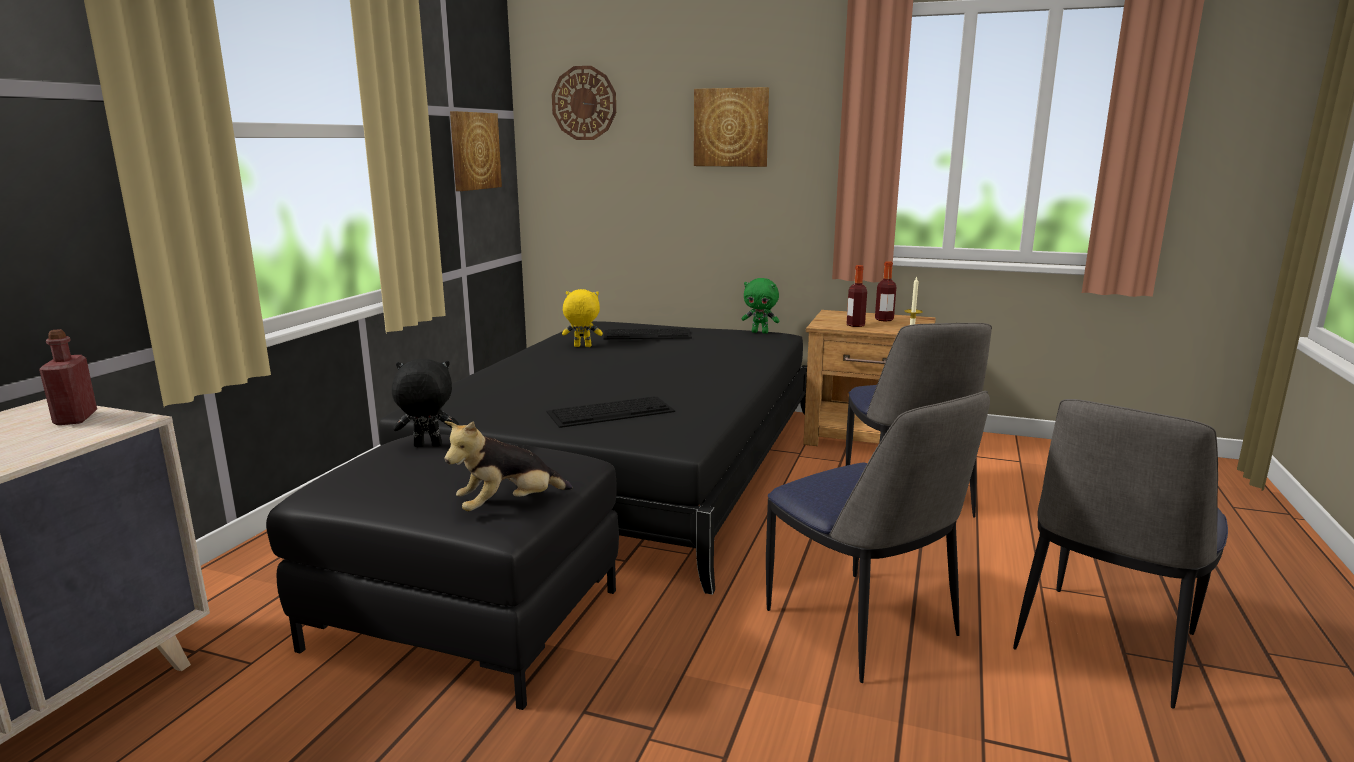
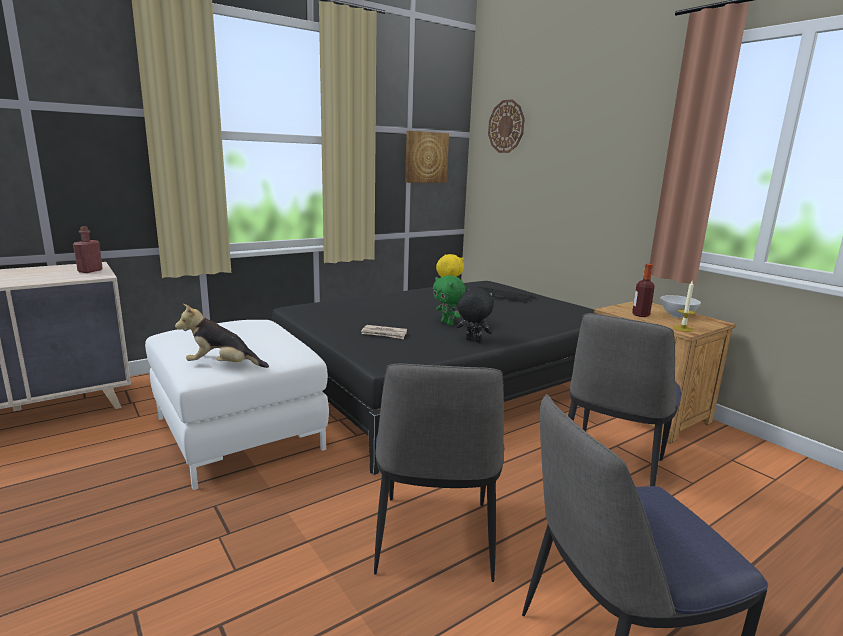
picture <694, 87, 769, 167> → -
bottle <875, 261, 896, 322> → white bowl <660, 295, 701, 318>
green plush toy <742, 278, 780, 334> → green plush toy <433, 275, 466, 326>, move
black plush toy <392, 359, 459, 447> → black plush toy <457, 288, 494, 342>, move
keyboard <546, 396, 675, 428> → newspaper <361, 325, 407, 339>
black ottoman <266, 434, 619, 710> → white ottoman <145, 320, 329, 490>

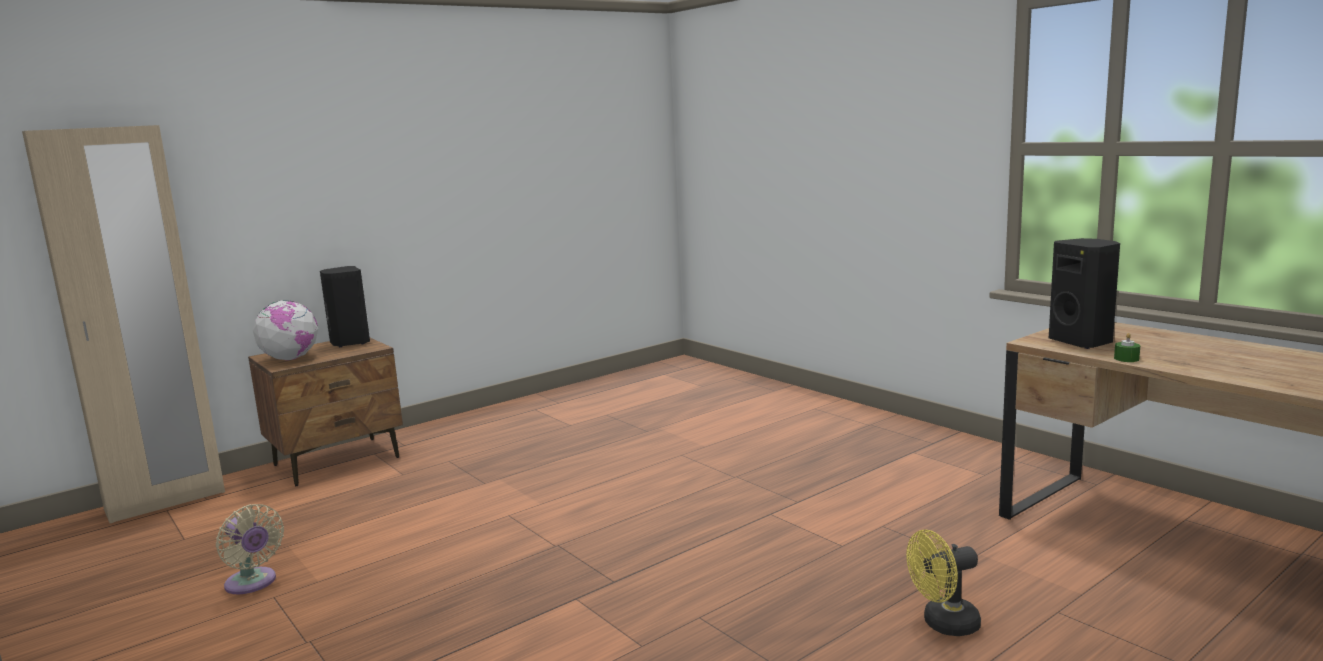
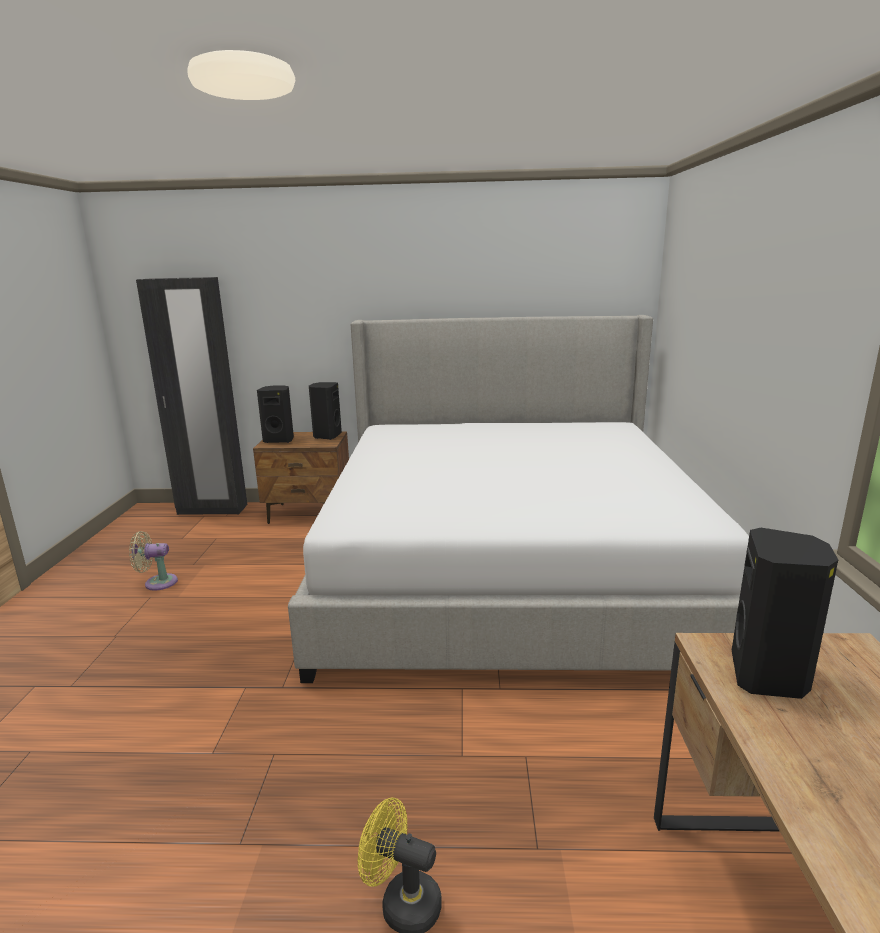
beige wardrobe <22, 125, 225, 523> → black wardrobe <136, 277, 247, 515>
globe <253, 300, 318, 360> → black speaker <257, 386, 294, 443>
green candle <1114, 333, 1140, 362> → -
beige fan <216, 504, 284, 594> → beige fan <129, 531, 178, 590>, 90 degrees clockwise
- → bed <288, 315, 749, 683>

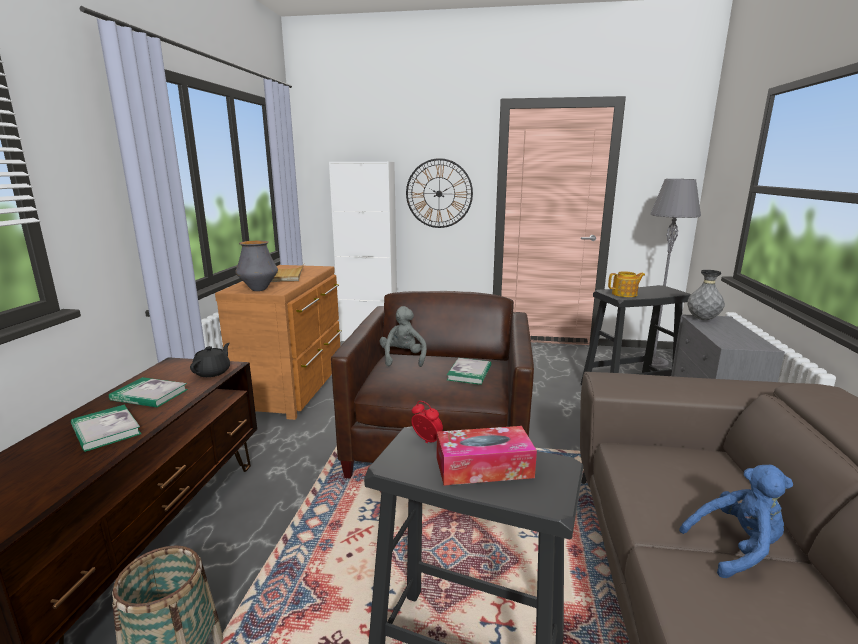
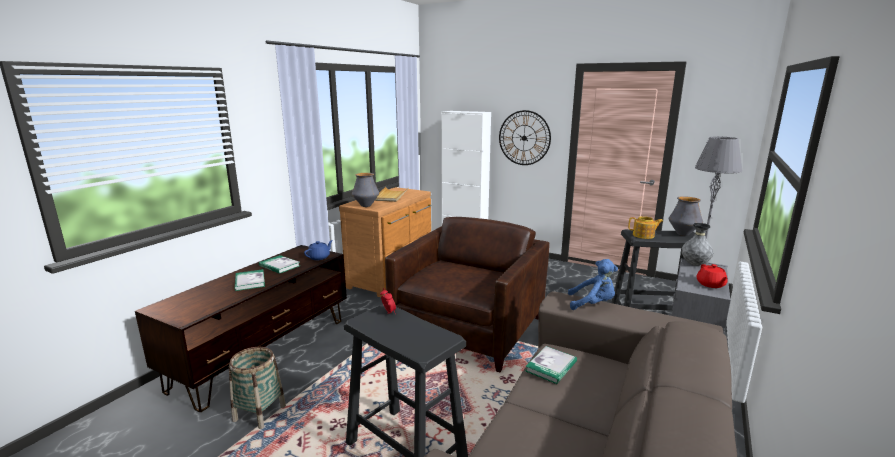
grey plush toy <380, 306, 427, 367> → -
black teapot <190, 343, 230, 377> → blue teapot <304, 240, 333, 260>
book <447, 358, 491, 385> → book <525, 346, 577, 384>, move
tissue box <437, 426, 537, 486> → -
blue plush toy <679, 465, 793, 578> → blue plush toy <568, 259, 618, 310>, move
- → vase <669, 196, 703, 236>
- → red teapot <697, 264, 728, 288>

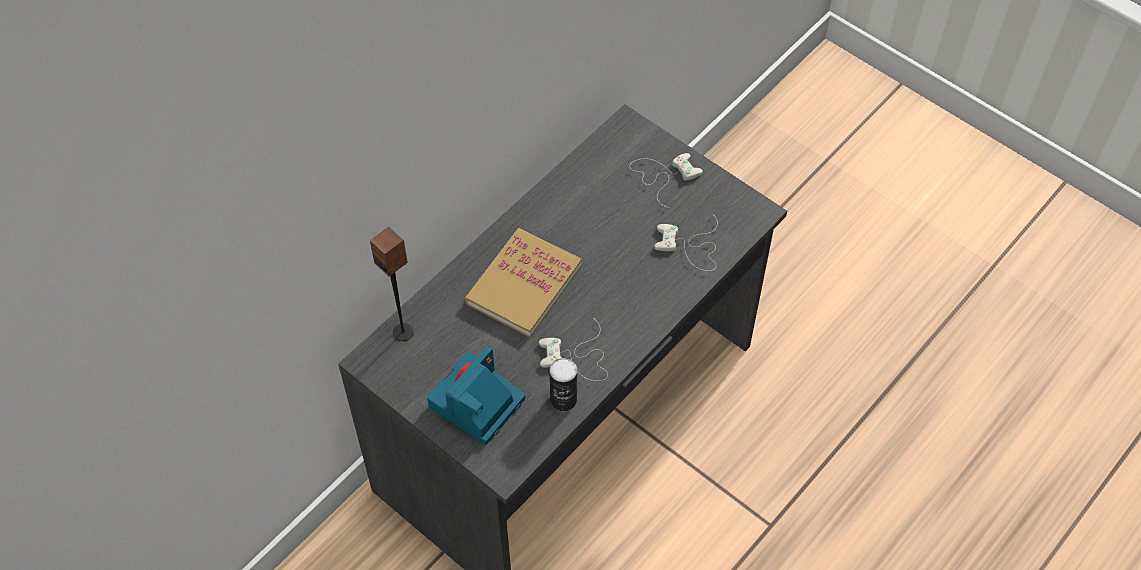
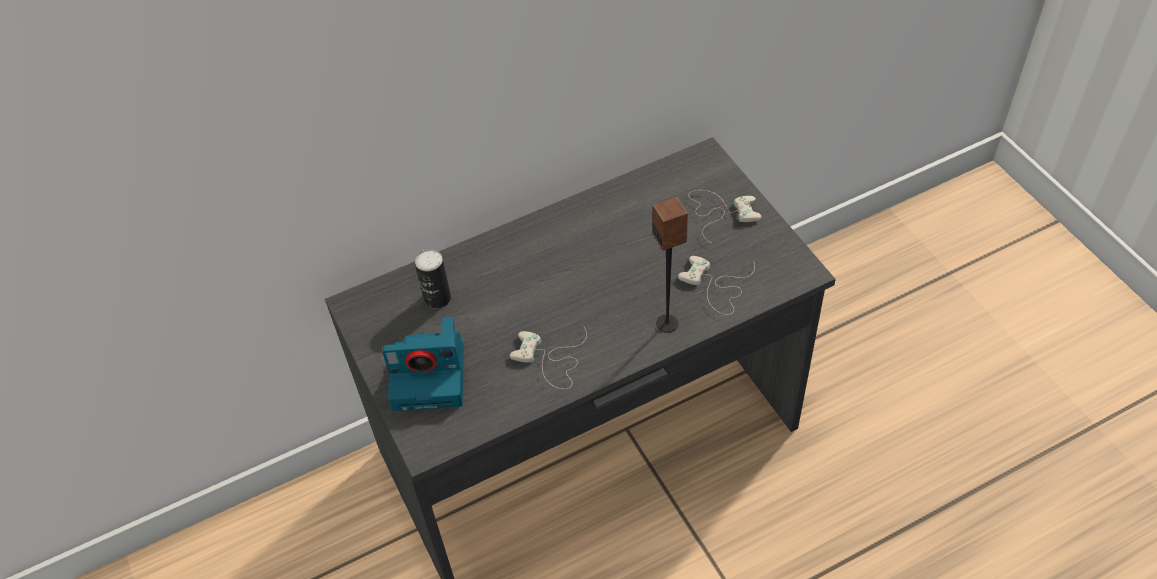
speaker <370, 227, 414, 341> → speaker <652, 197, 688, 333>, move
book <465, 228, 582, 338> → -
photo camera <427, 346, 525, 445> → photo camera <382, 317, 463, 411>, 150 degrees counterclockwise
can <550, 358, 577, 411> → can <415, 249, 451, 309>, move

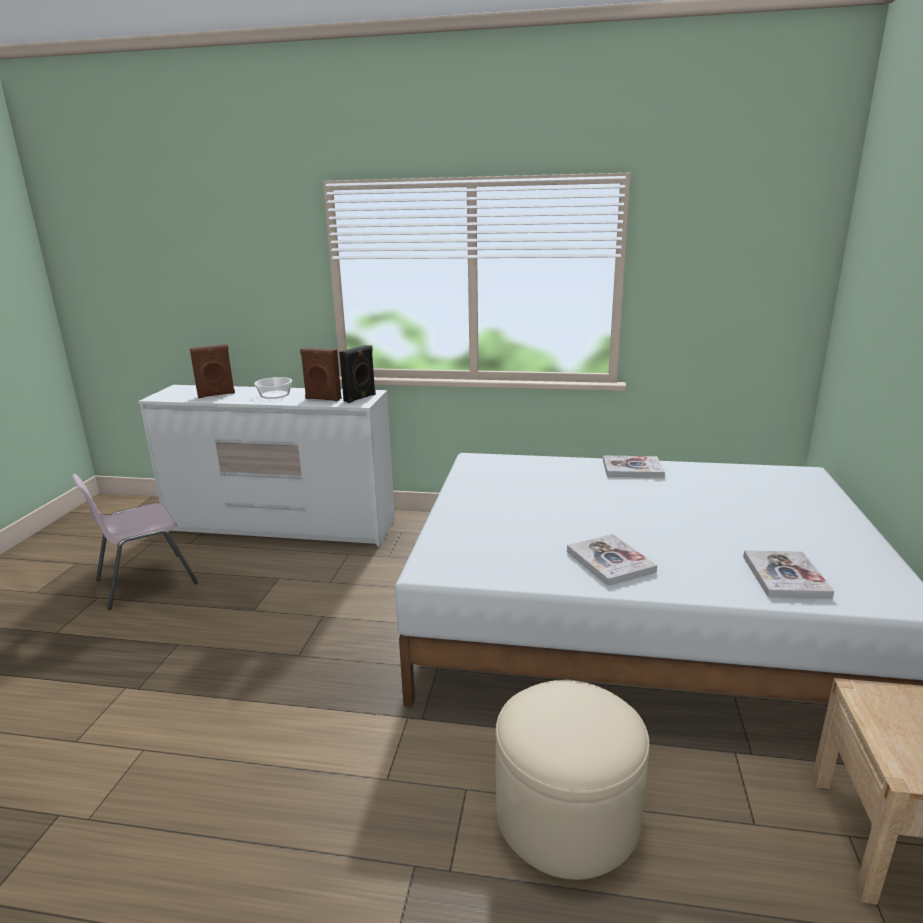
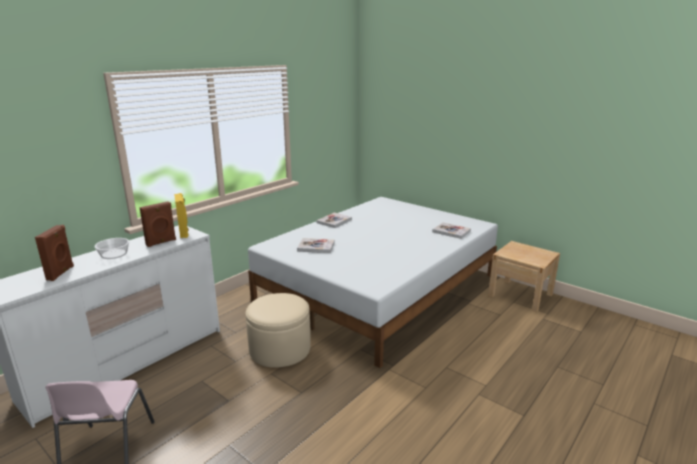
black speaker <339, 345, 376, 403> → yellow speaker <174, 193, 189, 238>
book <567, 534, 657, 586> → book <297, 238, 335, 253>, move
beige ottoman <495, 680, 650, 880> → beige ottoman <245, 293, 311, 368>, move

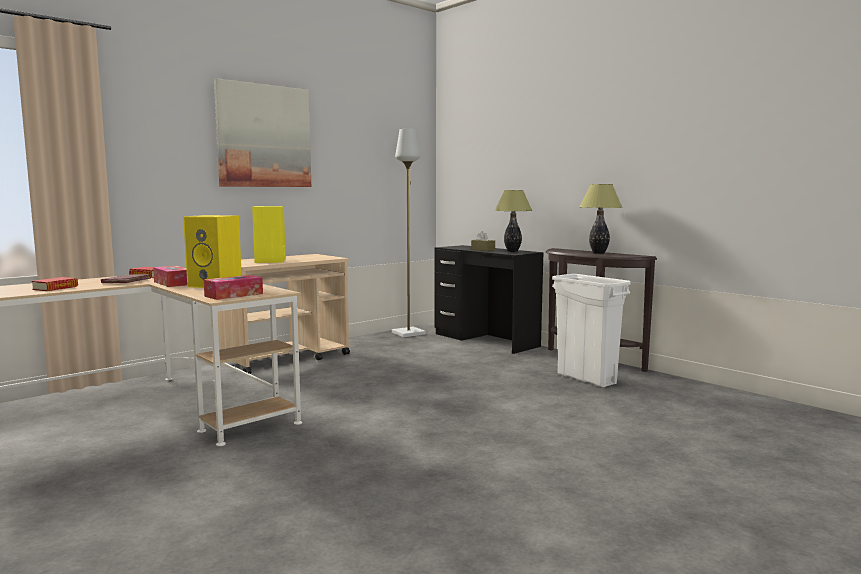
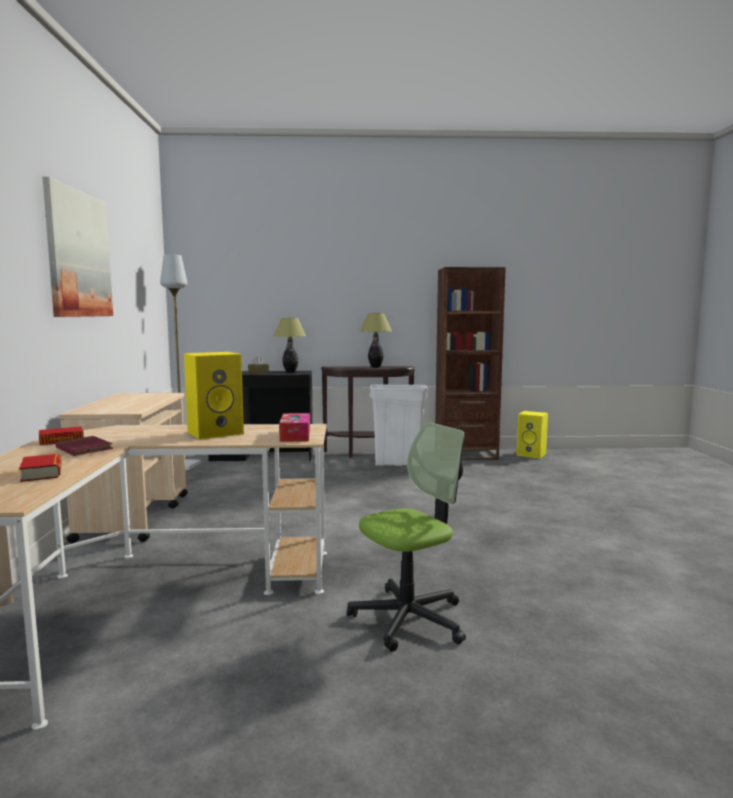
yellow speaker <252, 206, 286, 263> → yellow speaker <517, 411, 548, 459>, move
tissue box <153, 266, 187, 287> → -
- → brown bookcase <435, 267, 506, 460>
- → office chair <347, 423, 466, 652>

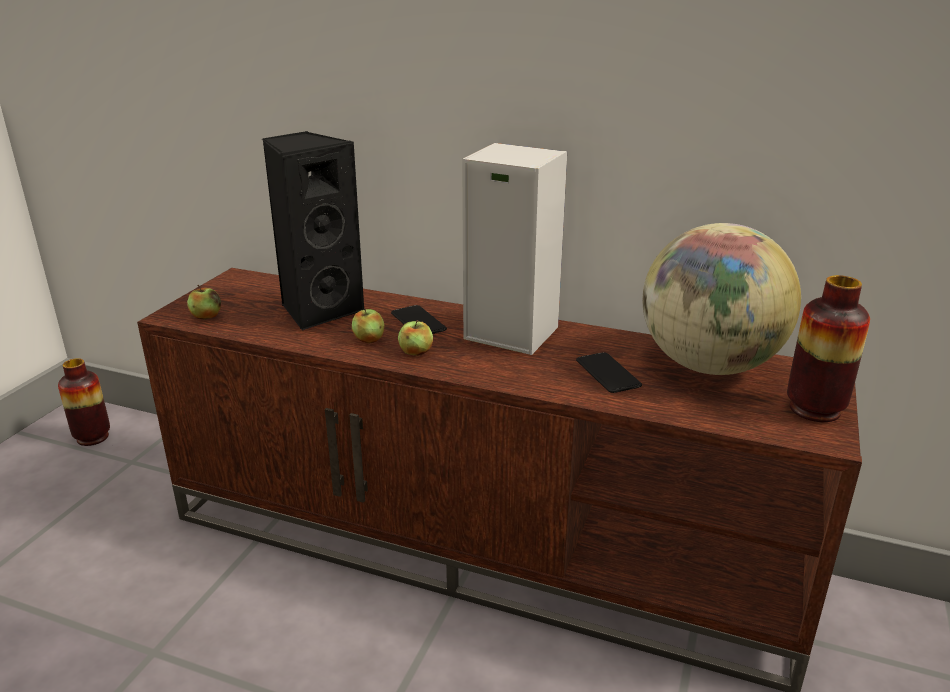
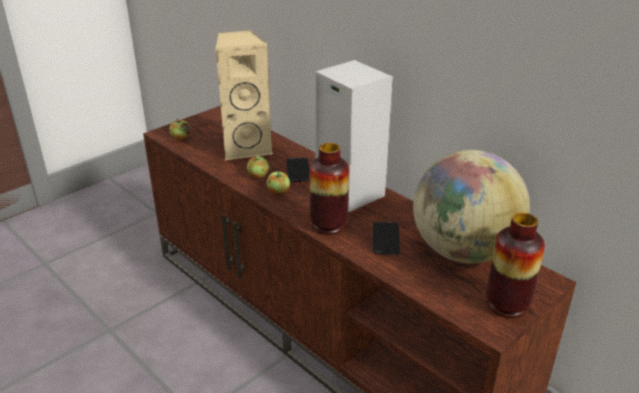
black speaker <262, 131, 364, 330> → beige speaker <215, 30, 273, 160>
vase <58, 358, 110, 446> → vase <310, 143, 349, 235>, move

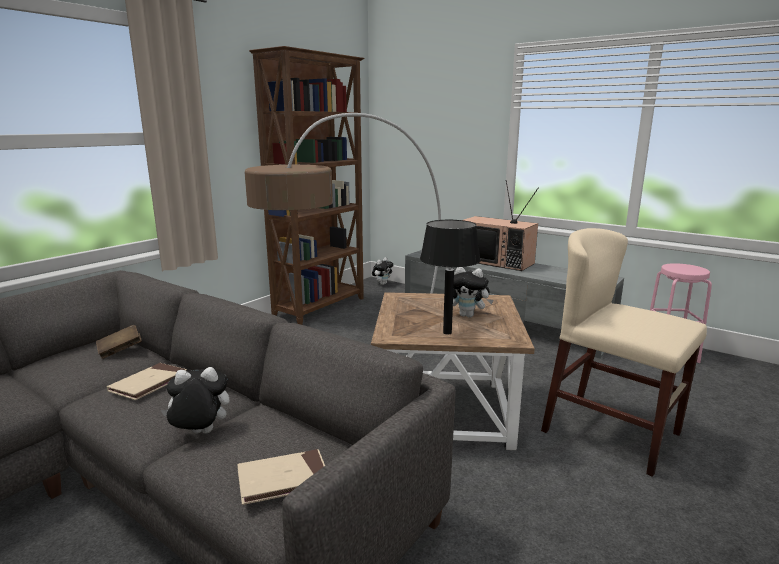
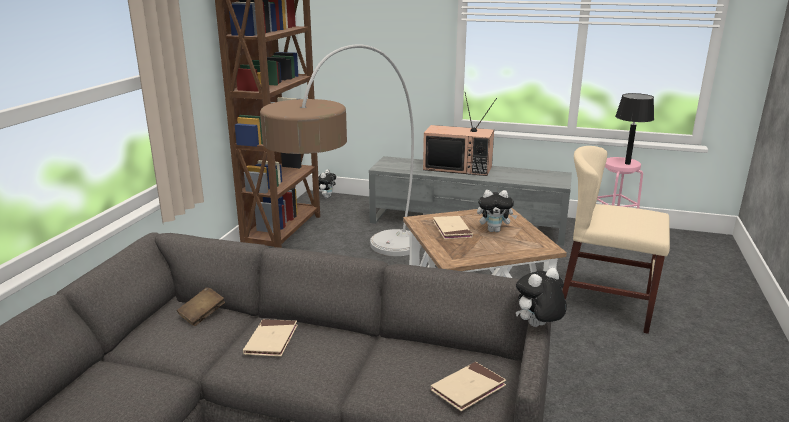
black table lamp <420, 220, 481, 334> → black table lamp <615, 93, 654, 165>, move
plush toy <161, 367, 230, 433> → plush toy <516, 268, 567, 327>, move
- → beige book <433, 216, 473, 239>

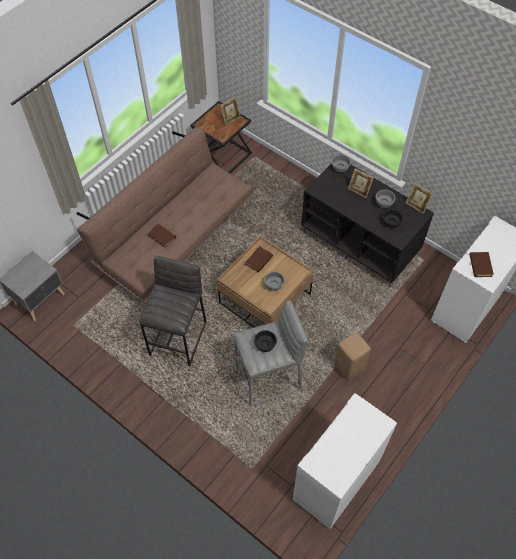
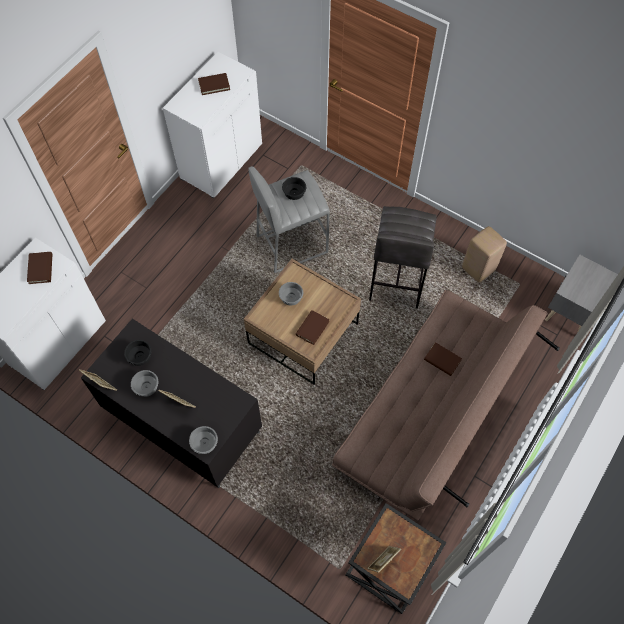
beige stool <334, 332, 371, 381> → beige stool <462, 226, 507, 283>, move
- → brown book <198, 73, 230, 95>

